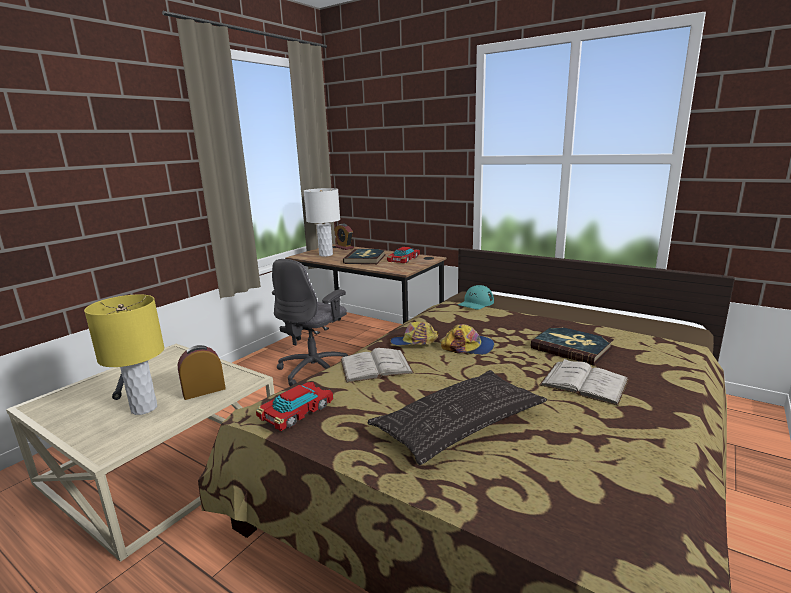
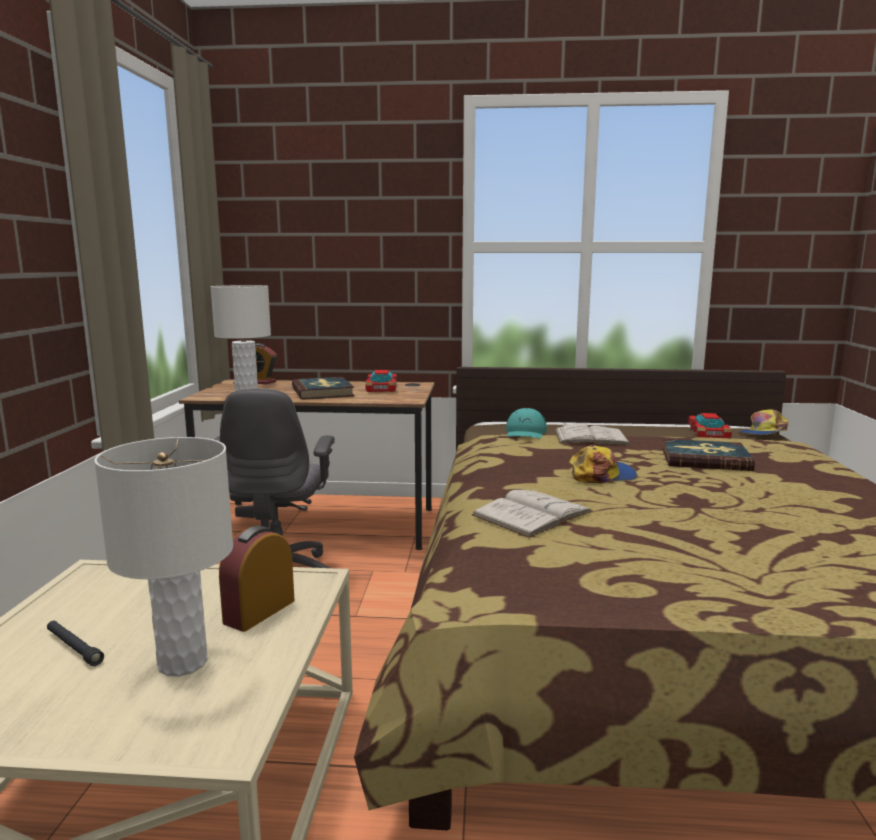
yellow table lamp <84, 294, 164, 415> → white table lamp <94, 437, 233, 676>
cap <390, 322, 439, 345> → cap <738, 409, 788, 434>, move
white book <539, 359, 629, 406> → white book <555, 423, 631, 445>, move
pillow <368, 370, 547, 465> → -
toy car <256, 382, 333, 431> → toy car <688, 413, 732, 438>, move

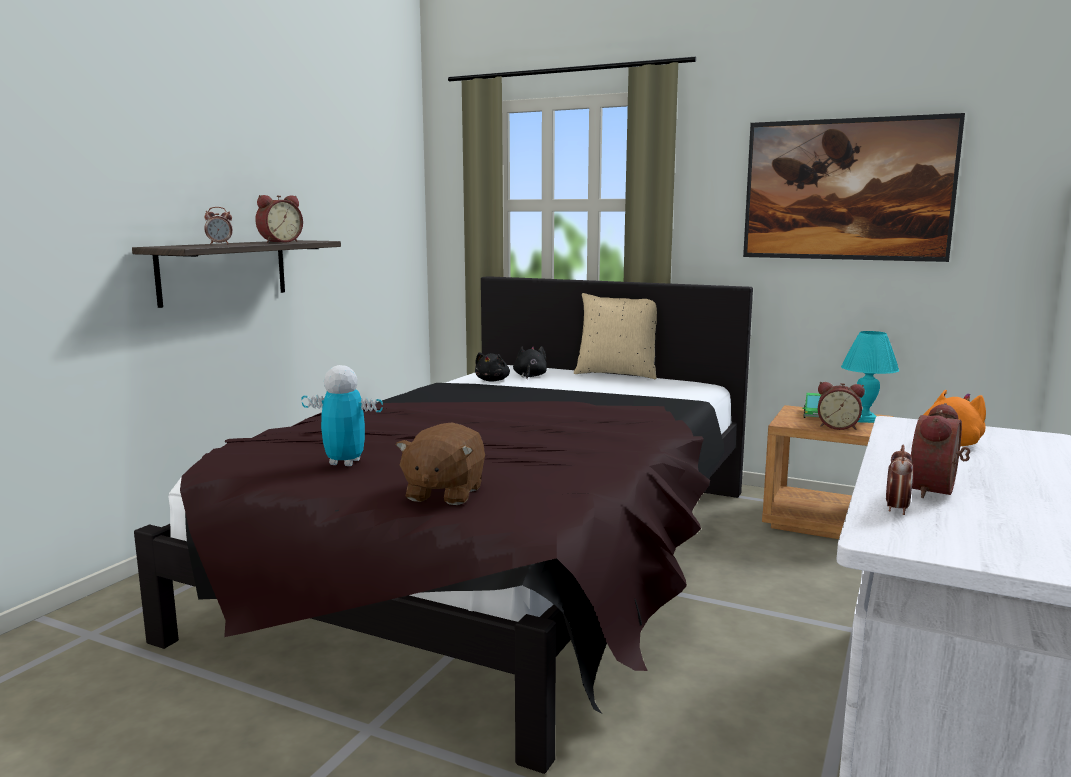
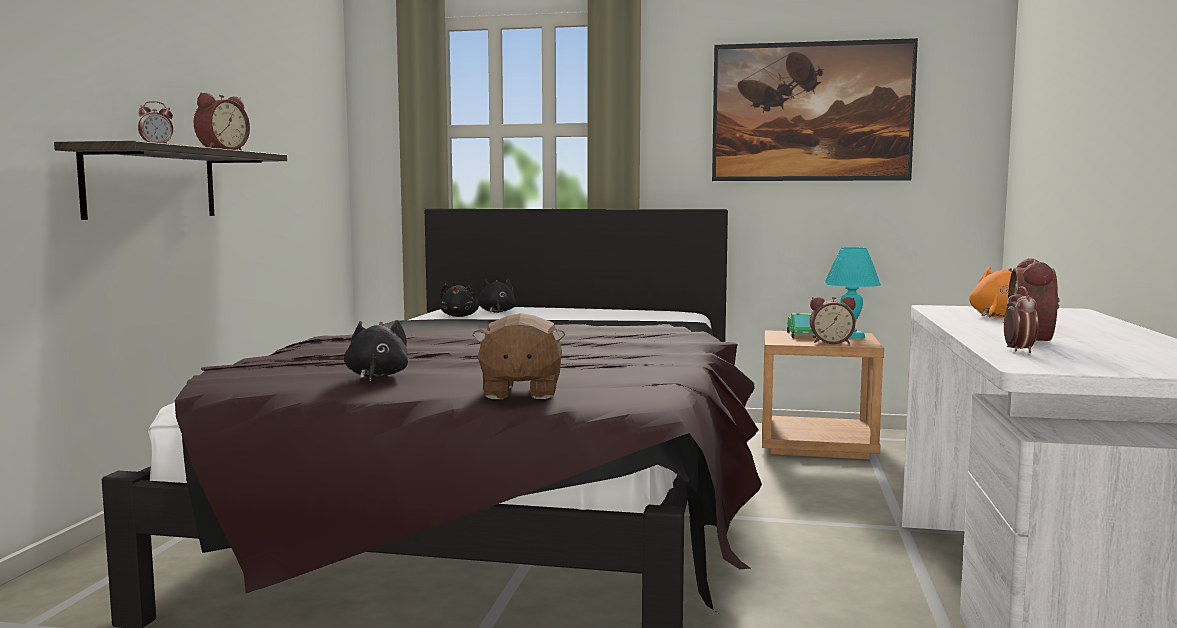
beige pillow <574, 293, 657, 379> → -
toy robot <301, 365, 383, 466> → black plush toy <344, 320, 408, 381>

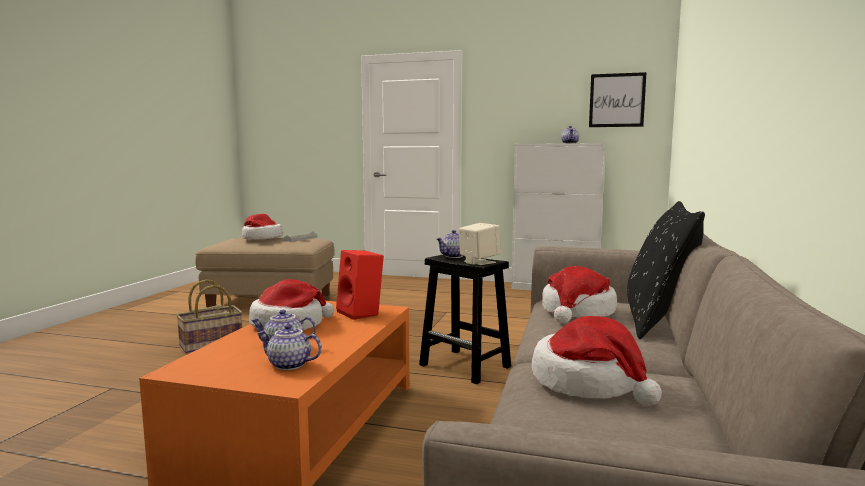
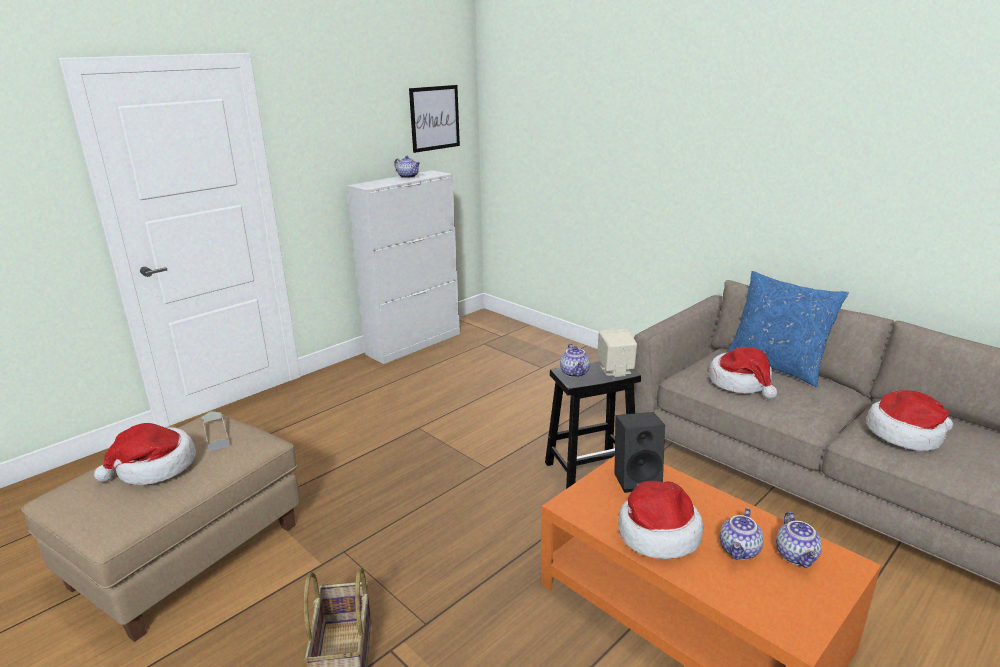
black pillow <627, 201, 705, 339> → blue pillow <726, 271, 849, 387>
red speaker <336, 250, 384, 320> → black speaker <614, 412, 665, 493>
teapot <257, 324, 322, 370> → teapot <776, 512, 822, 568>, 45 degrees counterclockwise

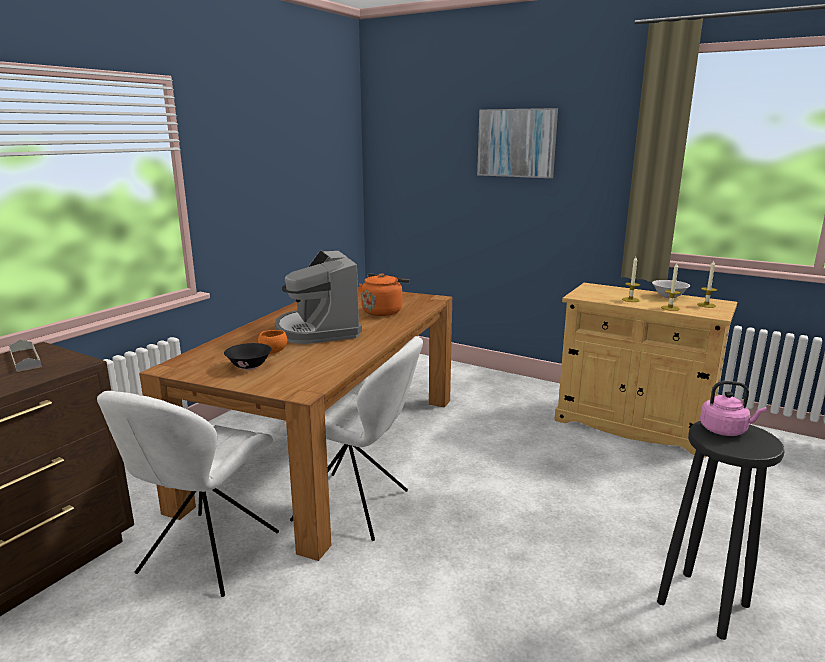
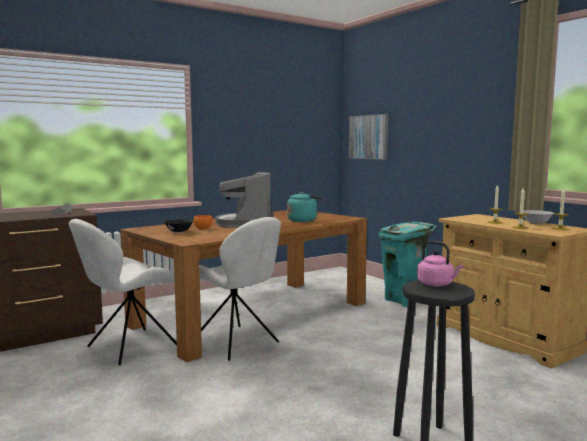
picture <477, 108, 558, 178> → picture <348, 114, 388, 160>, move
orange kettle <359, 274, 410, 316> → turquoise kettle <287, 192, 322, 222>
- → turquoise trash can <379, 221, 437, 307>

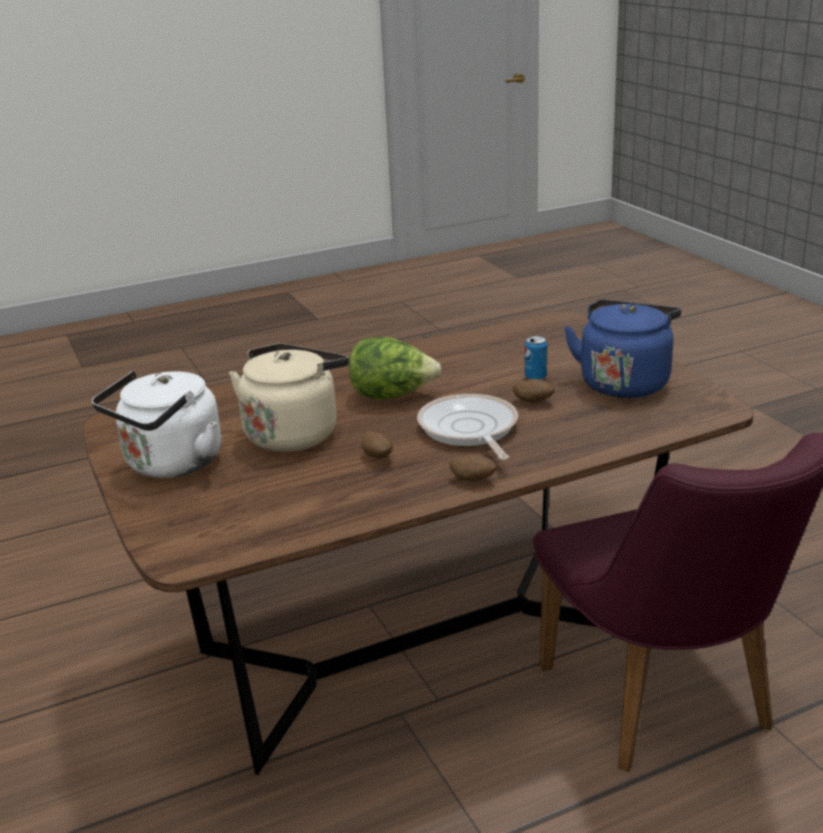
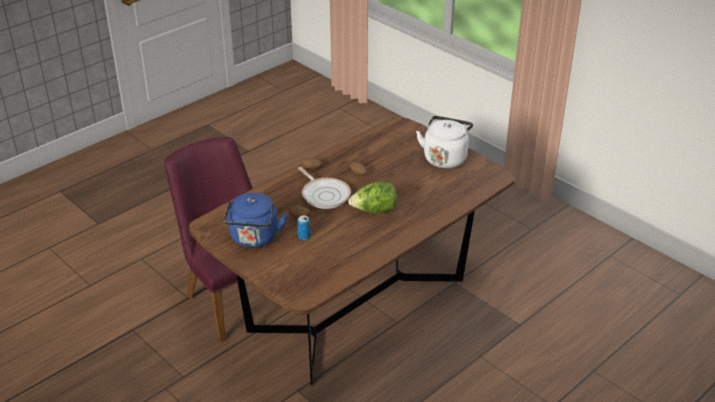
beige kettle <229, 343, 349, 452> → -

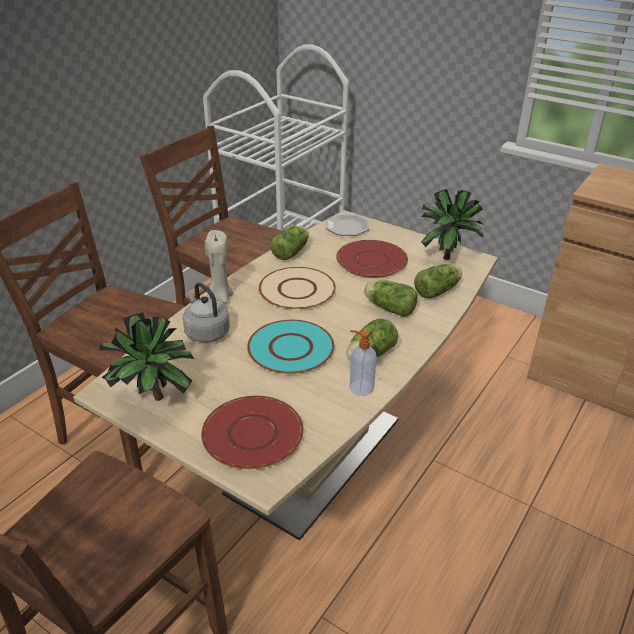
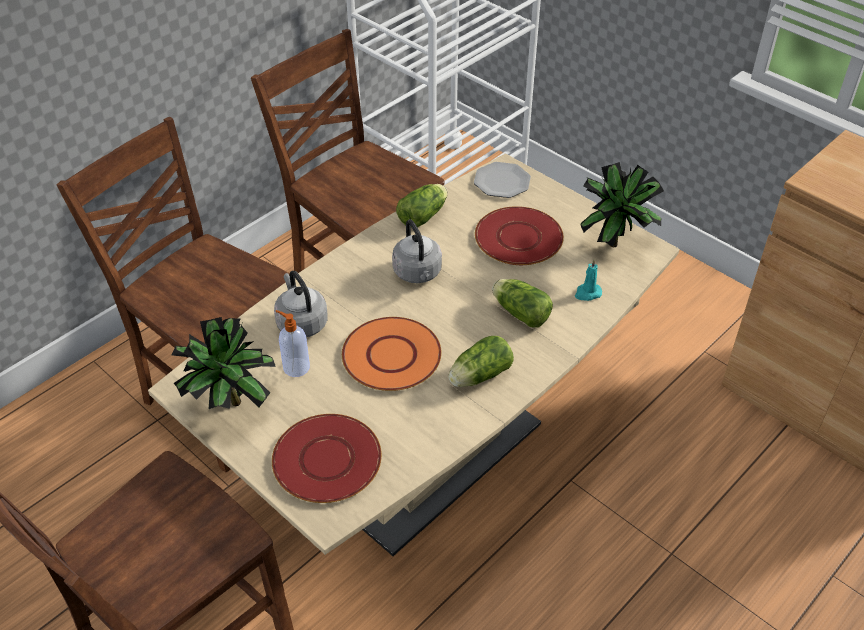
beige candle <205, 230, 233, 303> → -
lettuce <414, 264, 462, 299> → turquoise candle <575, 259, 602, 301>
beige plate <259, 267, 336, 310> → grey kettle <392, 219, 442, 283>
turquoise plate <247, 320, 334, 374> → orange plate <342, 317, 442, 391>
soap dispenser <350, 330, 377, 396> → soap dispenser <276, 310, 310, 377>, move

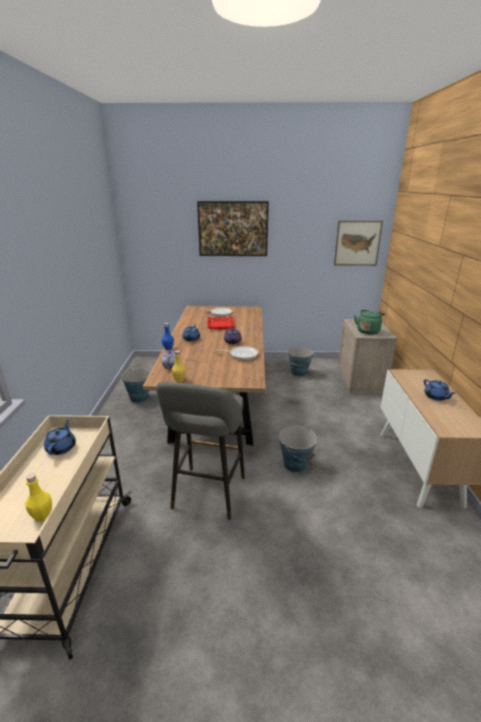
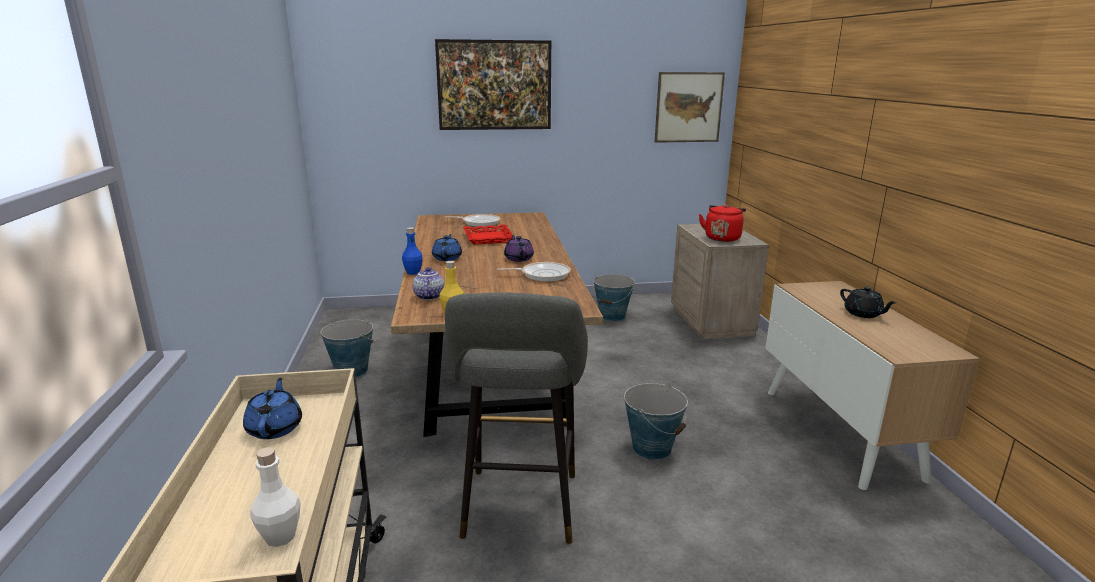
green kettle <354, 310, 385, 334> → red kettle <699, 204, 746, 242>
blue teapot <424, 379, 456, 401> → black teapot <840, 287, 897, 318>
yellow bottle <25, 473, 52, 522> → white bottle <250, 447, 300, 547>

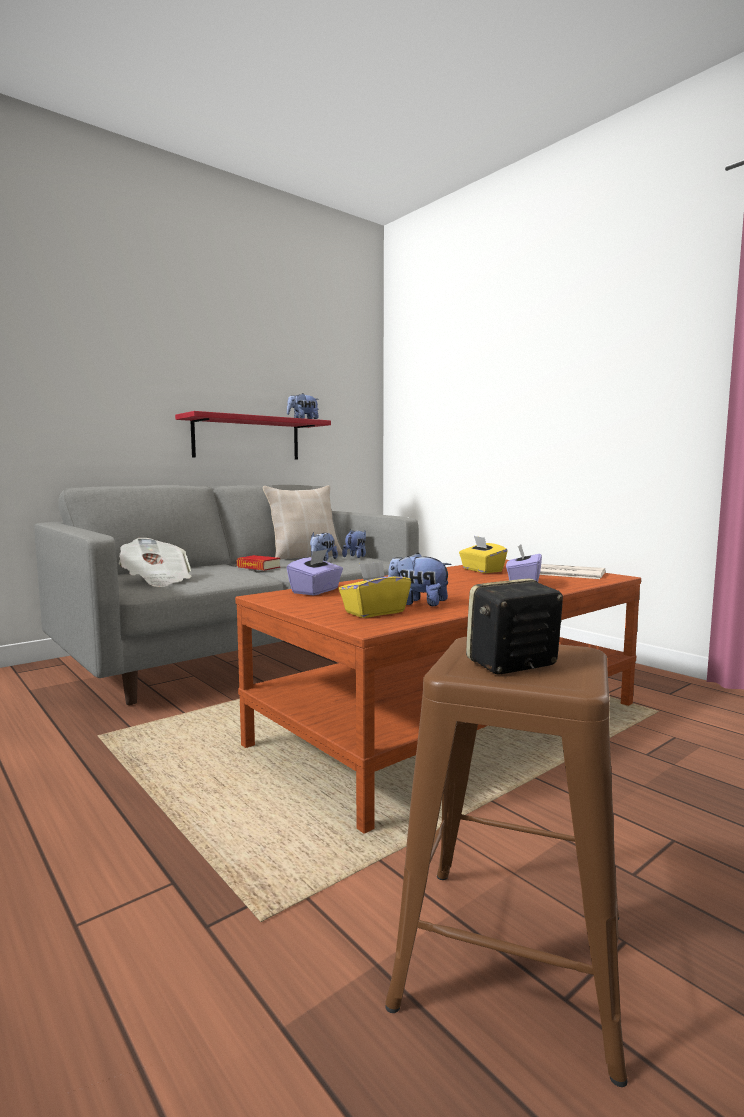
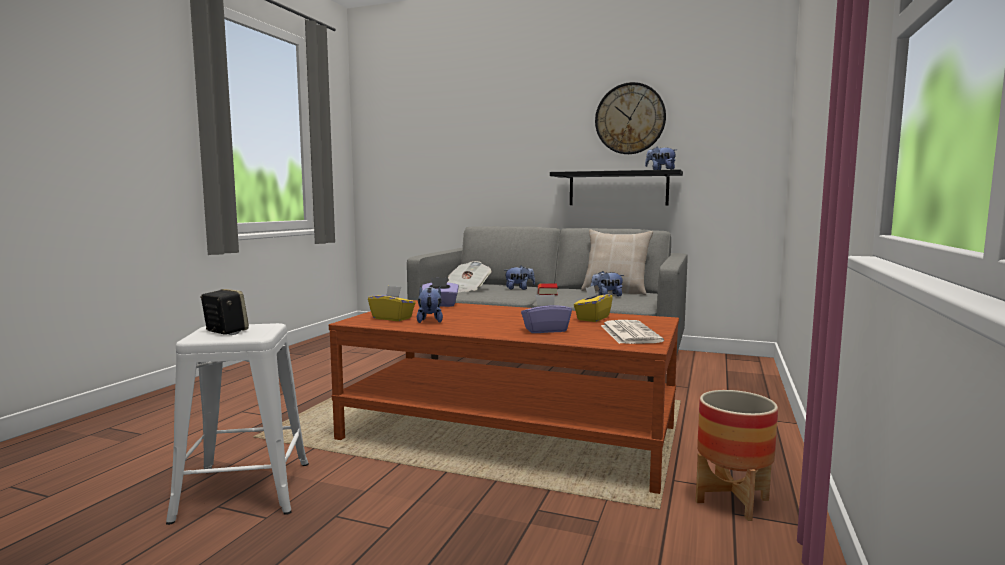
red shelf <175, 411, 331, 460> → black shelf <550, 169, 683, 206>
plush toy <342, 529, 366, 558> → plush toy <505, 266, 535, 290>, move
brown stool <385, 637, 628, 1087> → white stool <166, 323, 309, 525>
- → wall clock <595, 82, 666, 154>
- → planter <695, 390, 778, 521>

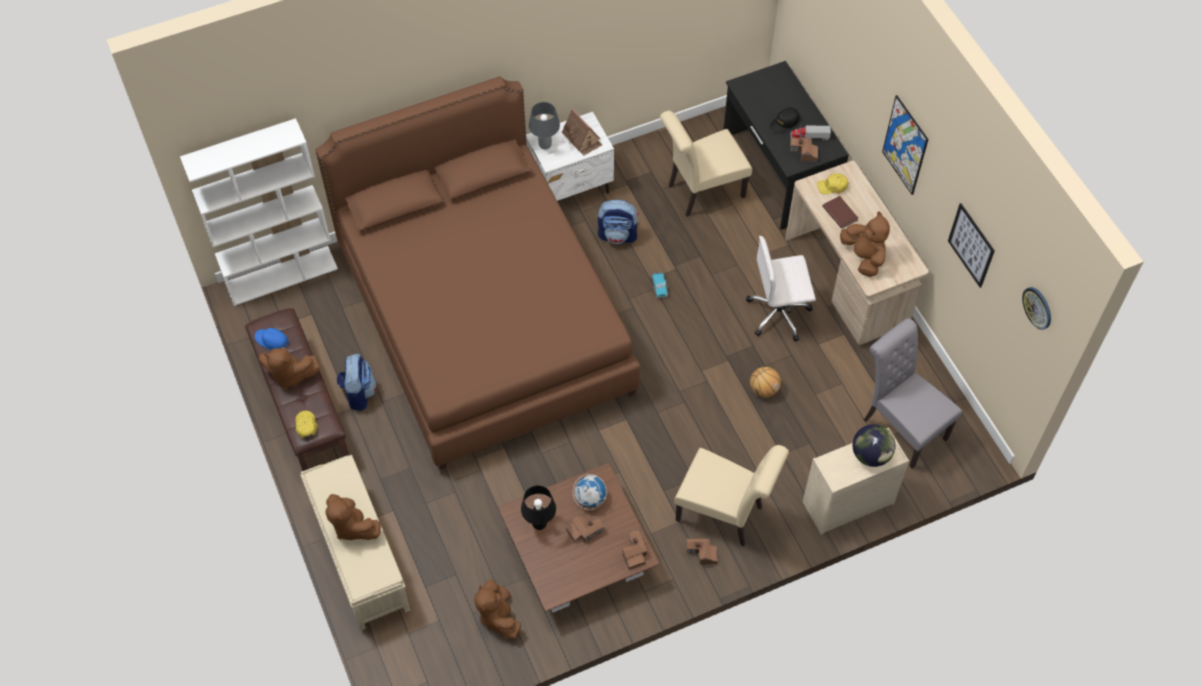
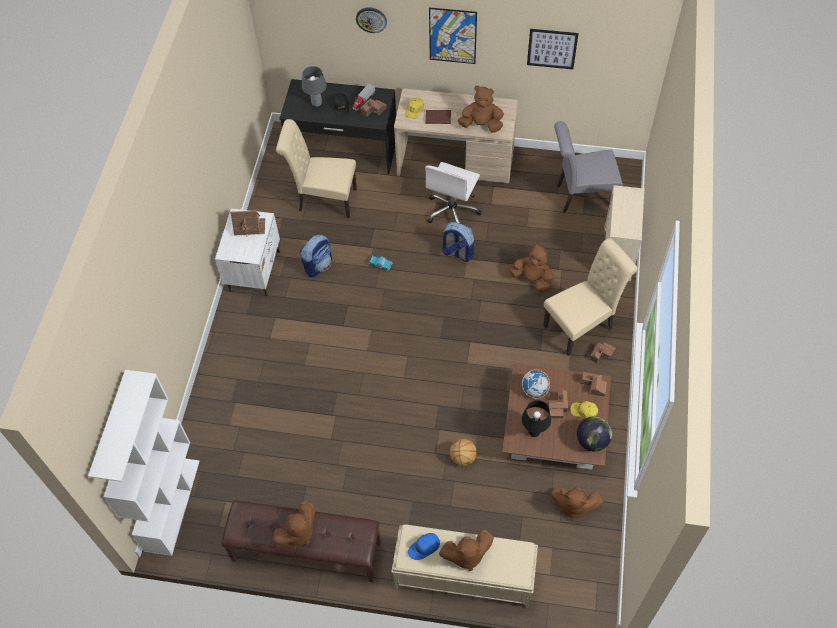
brown bed <316, 76, 640, 470> → -
grey table lamp <529, 102, 560, 149> → grey table lamp <302, 66, 327, 107>, move
beige chair <660, 111, 752, 217> → beige chair <276, 119, 357, 218>, 90 degrees clockwise
wall clock <1022, 287, 1051, 330> → wall clock <356, 7, 387, 33>, move
blue cap <255, 328, 289, 350> → blue cap <408, 533, 440, 560>, move
backpack <337, 354, 377, 411> → backpack <442, 222, 474, 262>, move
basketball <750, 367, 781, 398> → basketball <450, 439, 477, 466>, move
yellow cap <295, 411, 318, 439> → yellow cap <570, 401, 598, 419>, move
globe <853, 424, 896, 467> → globe <577, 416, 612, 452>, move
- → brown plush toy <509, 243, 554, 292>

